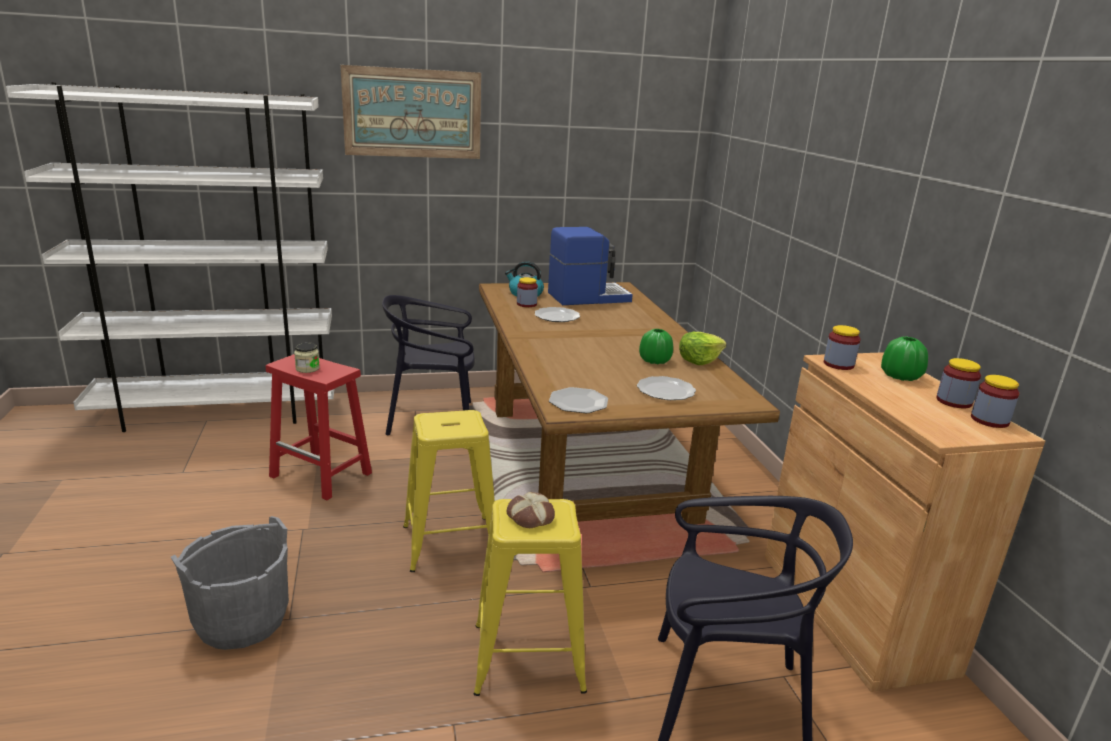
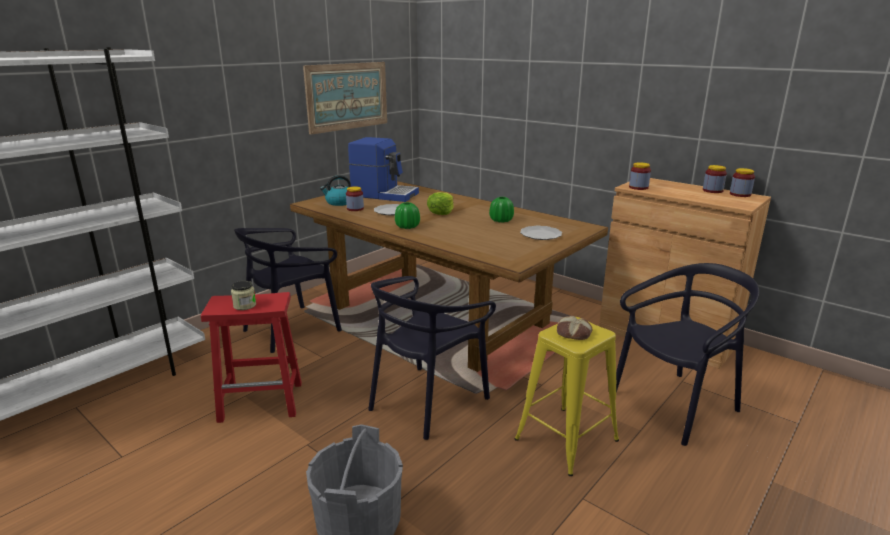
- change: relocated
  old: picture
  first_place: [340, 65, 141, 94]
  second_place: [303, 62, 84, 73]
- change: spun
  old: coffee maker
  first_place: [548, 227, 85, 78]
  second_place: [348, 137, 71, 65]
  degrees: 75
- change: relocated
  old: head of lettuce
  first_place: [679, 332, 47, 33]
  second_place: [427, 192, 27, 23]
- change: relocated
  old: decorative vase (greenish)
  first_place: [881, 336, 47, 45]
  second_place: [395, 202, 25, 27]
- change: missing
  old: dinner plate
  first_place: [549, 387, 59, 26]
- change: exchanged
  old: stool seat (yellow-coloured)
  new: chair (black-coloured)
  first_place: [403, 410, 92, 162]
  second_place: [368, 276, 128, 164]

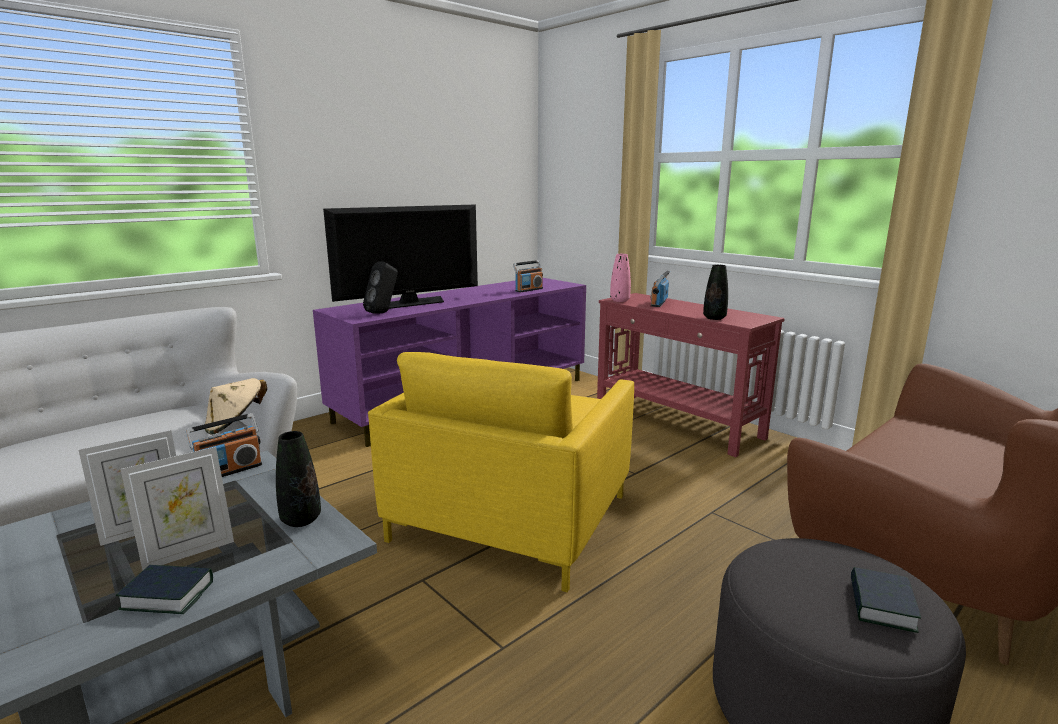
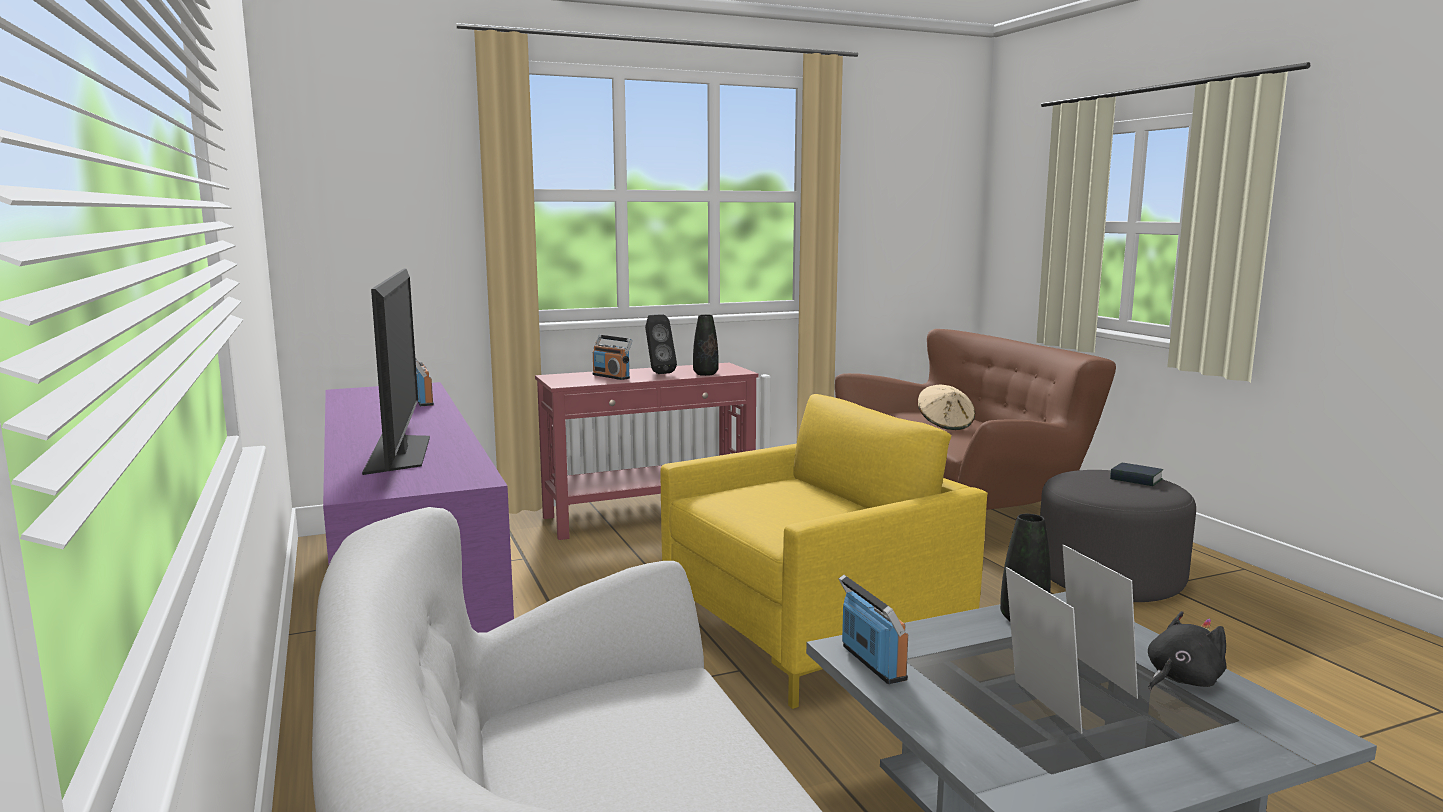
- change: missing
  old: decorative vase (pink-coloured)
  first_place: [610, 254, 21, 48]
- change: relocated
  old: audio speaker (black-coloured)
  first_place: [363, 261, 35, 52]
  second_place: [645, 314, 32, 60]
- change: spun
  old: lounge chair (yellow-coloured)
  first_place: [368, 352, 266, 240]
  second_place: [660, 394, 328, 315]
  degrees: -75
- change: relocated
  old: wearable hat (beige)
  first_place: [205, 378, 62, 57]
  second_place: [918, 385, 57, 45]
- change: exchanged
  old: bound book
  new: plush toy (black-coloured)
  first_place: [116, 565, 97, 49]
  second_place: [1148, 611, 78, 79]

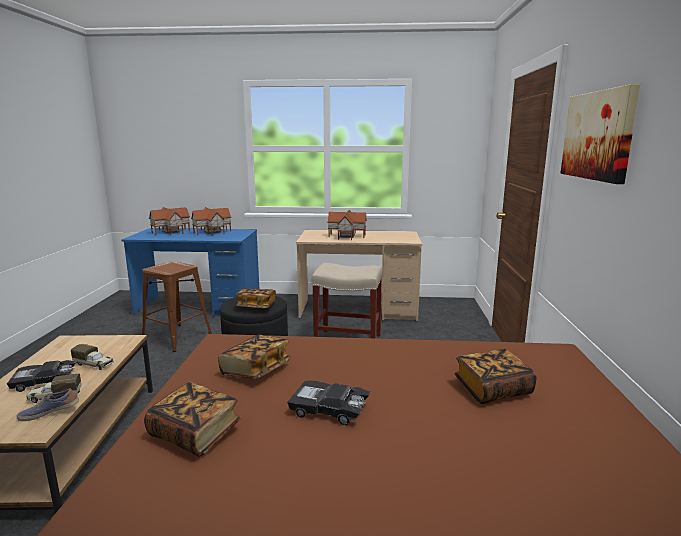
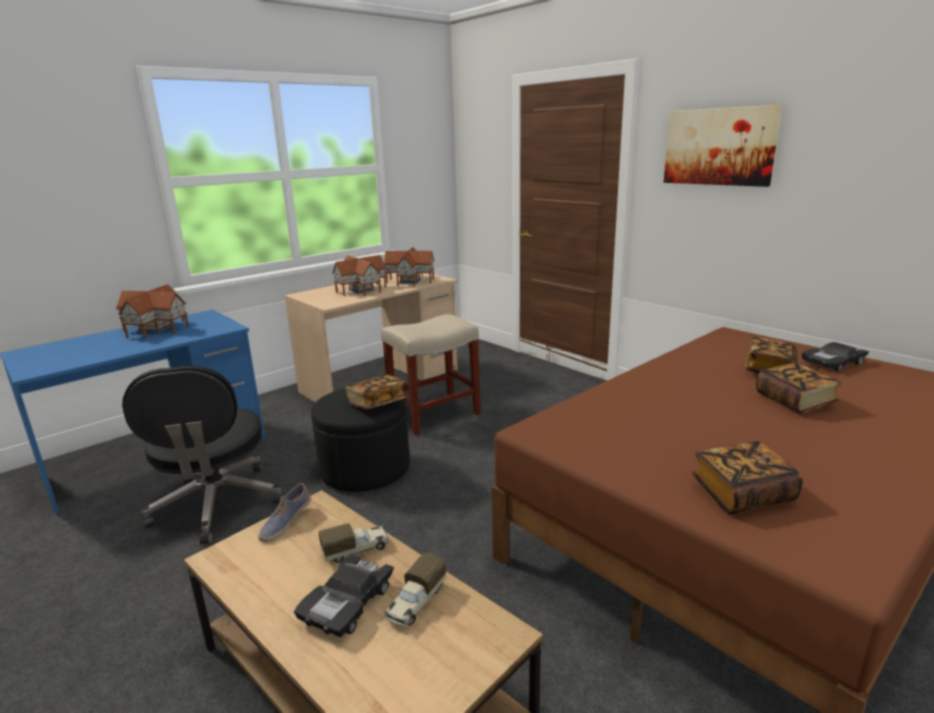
- change: relocated
  old: miniature house
  first_place: [149, 207, 41, 29]
  second_place: [384, 247, 51, 40]
- change: exchanged
  old: stool seat (brown)
  new: desk chair (black-coloured)
  first_place: [142, 261, 70, 91]
  second_place: [122, 366, 162, 178]
- change: relocated
  old: bound book
  first_place: [218, 335, 72, 44]
  second_place: [756, 362, 86, 52]
- change: relocated
  old: toy car (black-coloured)
  first_place: [287, 381, 84, 44]
  second_place: [802, 342, 67, 30]
- change: relocated
  old: low shoe
  first_place: [16, 388, 63, 33]
  second_place: [258, 483, 53, 59]

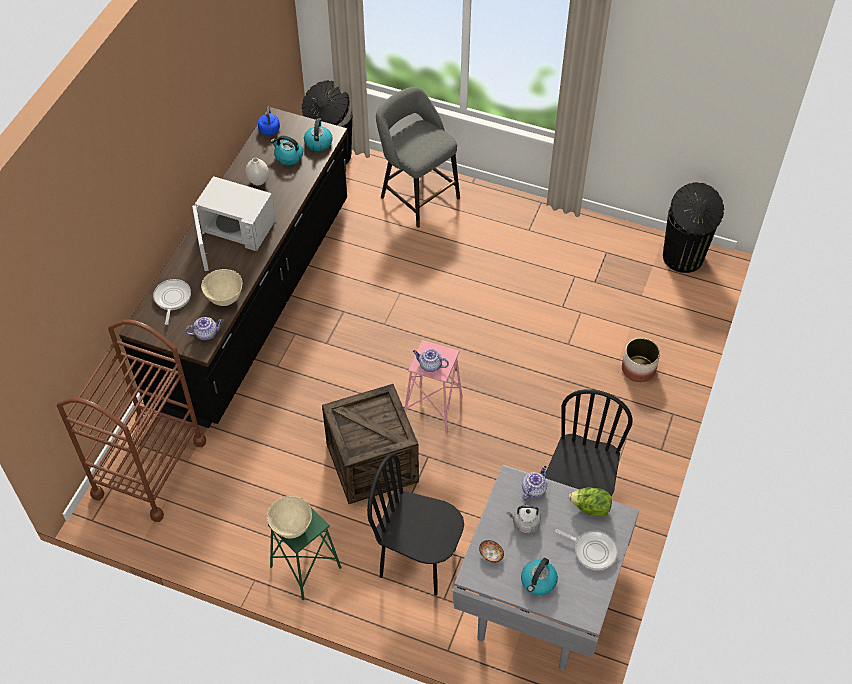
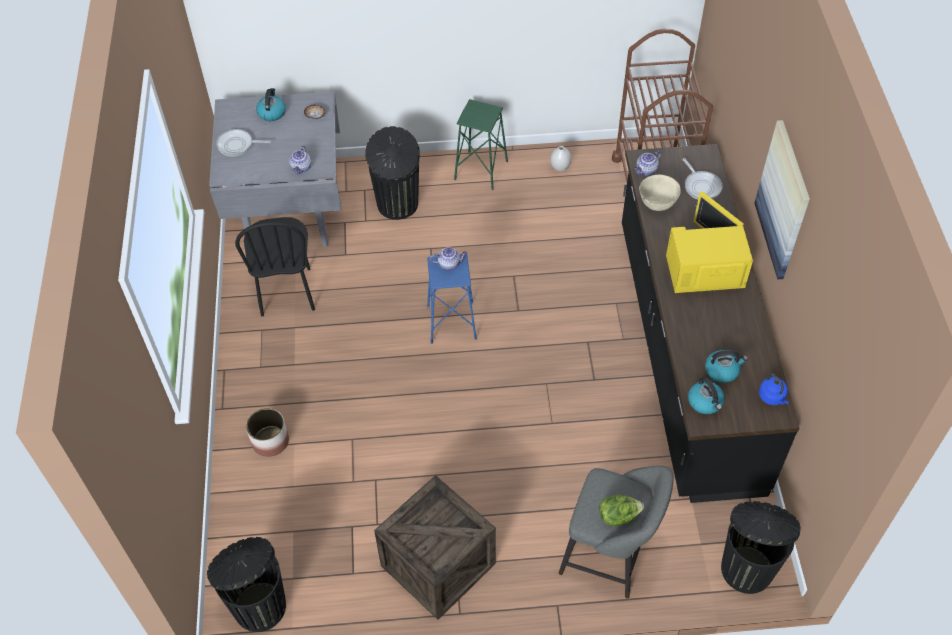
- change: relocated
  old: decorative vase (whitish)
  first_place: [246, 158, 23, 27]
  second_place: [550, 146, 21, 25]
- change: colour
  old: microwave (whitish)
  new: microwave (yellow-coloured)
  first_place: [192, 176, 84, 95]
  second_place: [666, 191, 87, 102]
- change: colour
  old: stool seat (pink-coloured)
  new: stool seat (bluish)
  first_place: [404, 340, 58, 94]
  second_place: [427, 254, 50, 90]
- change: relocated
  old: crate
  first_place: [322, 384, 97, 120]
  second_place: [374, 475, 122, 145]
- change: exchanged
  old: chair (black-coloured)
  new: waste bin (black-coloured)
  first_place: [367, 453, 97, 143]
  second_place: [365, 126, 55, 94]
- change: relocated
  old: head of lettuce
  first_place: [569, 487, 43, 30]
  second_place: [599, 495, 45, 31]
- change: missing
  old: serving bowl (beige)
  first_place: [267, 496, 45, 42]
- change: missing
  old: kettle (grey)
  first_place: [506, 505, 35, 28]
- change: appeared
  new: picture
  second_place: [755, 120, 55, 160]

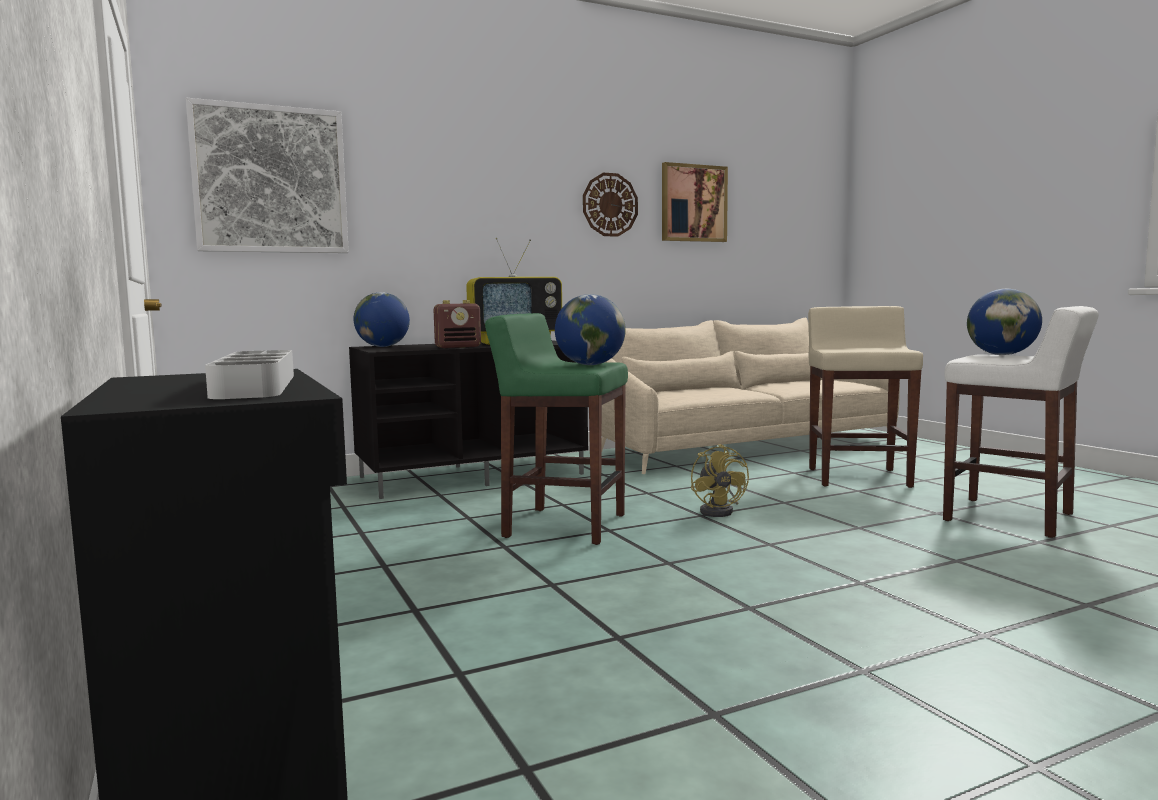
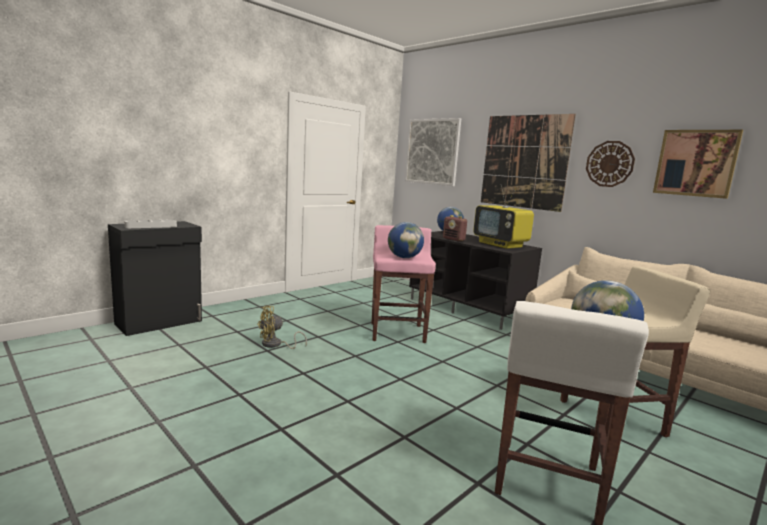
- change: colour
  old: stool seat (greenish)
  new: stool seat (pink-coloured)
  first_place: [485, 313, 143, 232]
  second_place: [372, 225, 64, 118]
- change: relocated
  old: fan (yellow-coloured)
  first_place: [691, 444, 58, 73]
  second_place: [257, 306, 50, 43]
- change: appeared
  new: picture
  second_place: [481, 114, 95, 98]

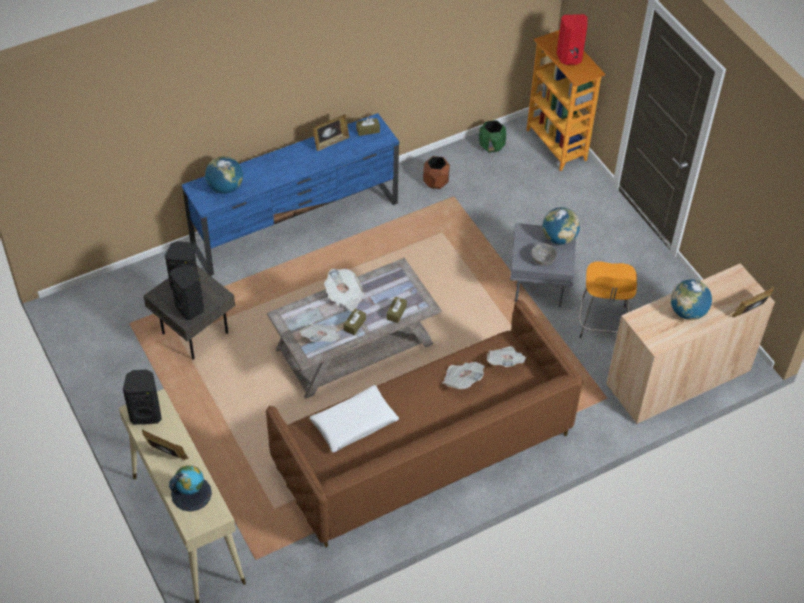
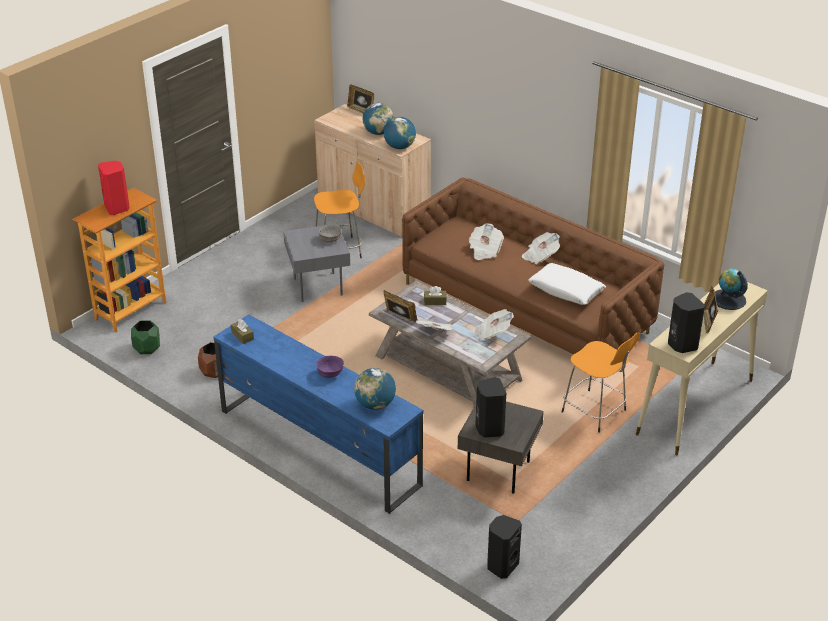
- change: relocated
  old: picture frame
  first_place: [313, 114, 37, 37]
  second_place: [384, 290, 34, 32]
- change: relocated
  old: world globe
  first_place: [543, 207, 37, 38]
  second_place: [384, 117, 32, 32]
- change: relocated
  old: audio speaker (black-coloured)
  first_place: [170, 265, 34, 55]
  second_place: [487, 515, 35, 64]
- change: missing
  old: tissue holder (brown)
  first_place: [343, 308, 23, 27]
- change: relocated
  old: printed paper
  first_place: [487, 346, 40, 21]
  second_place: [522, 232, 38, 32]
- change: appeared
  new: stool seat (orangey)
  second_place: [562, 332, 78, 101]
- change: appeared
  new: serving bowl (purple-coloured)
  second_place: [316, 356, 28, 22]

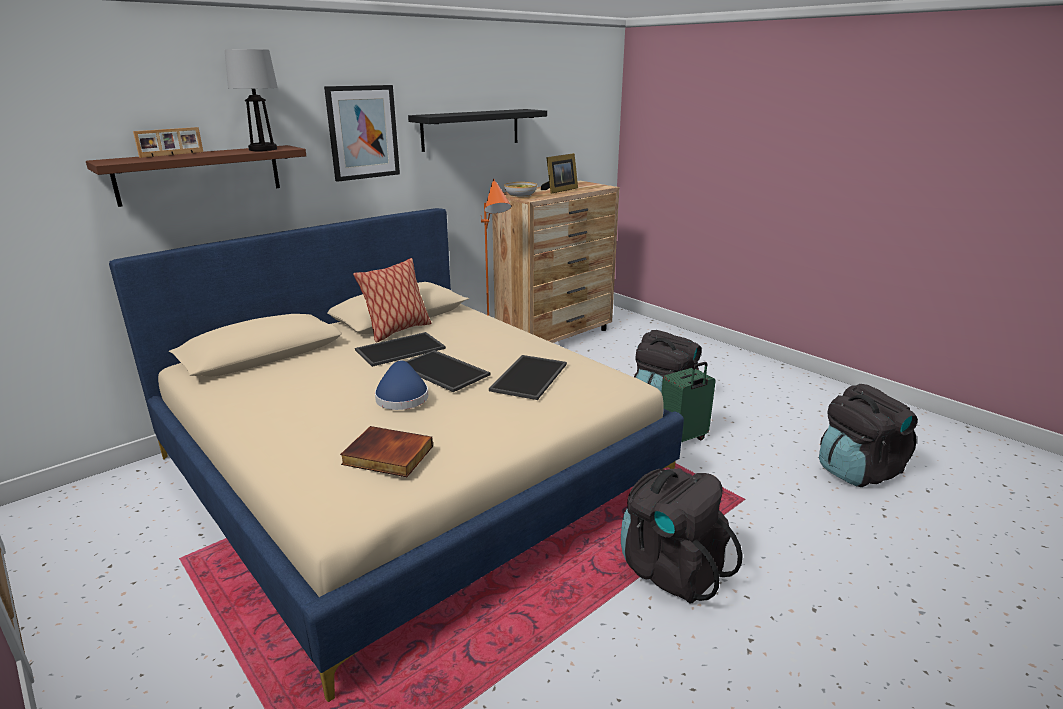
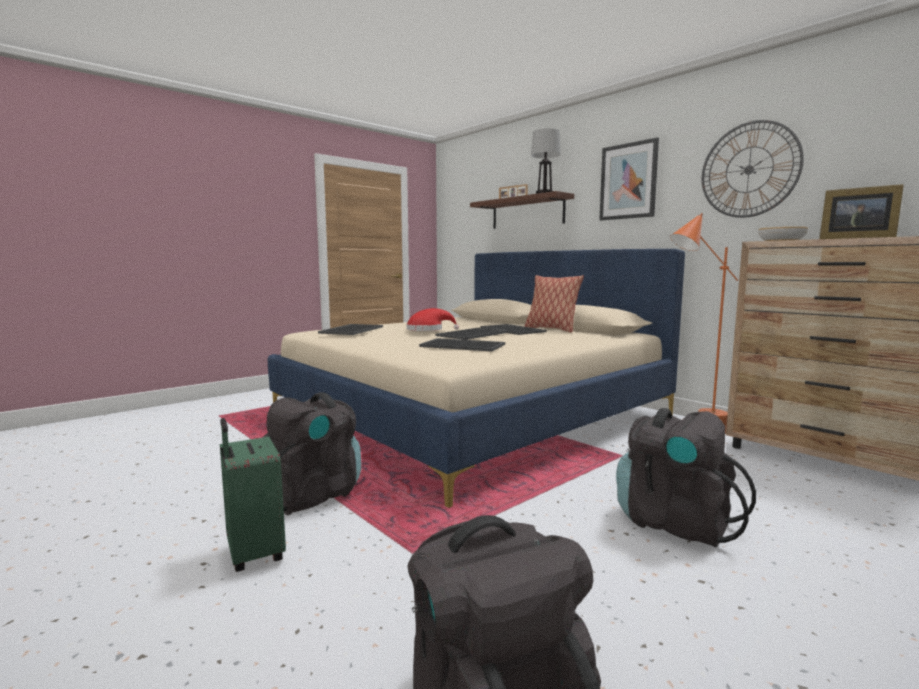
- change: exchanged
  old: shelf (black-coloured)
  new: clock on the wall
  first_place: [408, 109, 139, 43]
  second_place: [702, 120, 102, 98]
- change: colour
  old: wearable hat (bluish)
  new: wearable hat (reddish)
  first_place: [375, 360, 53, 50]
  second_place: [407, 308, 52, 23]
- change: relocated
  old: travel case (greenish)
  first_place: [661, 362, 55, 80]
  second_place: [220, 418, 66, 154]
- change: exchanged
  old: bound book
  new: carrying tray
  first_place: [340, 426, 93, 51]
  second_place: [318, 324, 65, 11]

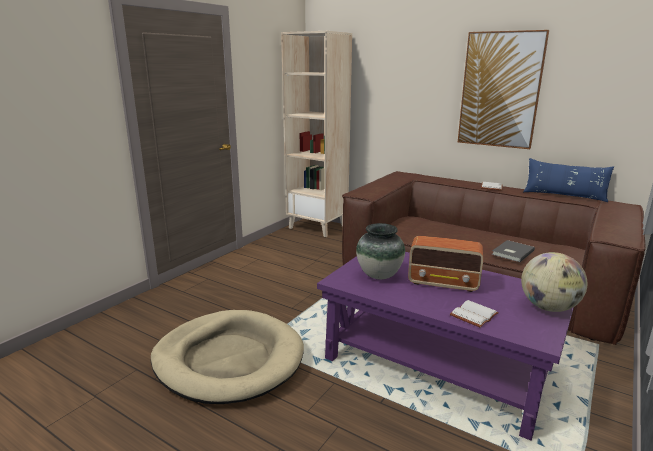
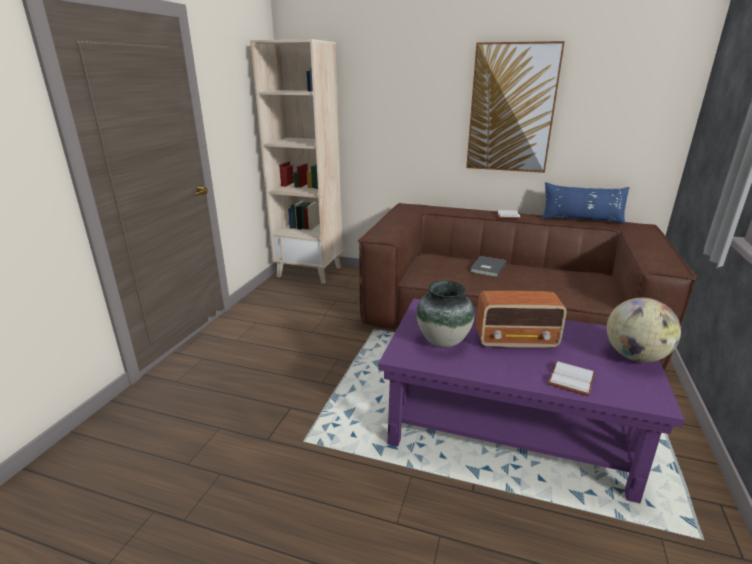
- change: relocated
  old: bound book (grey)
  first_place: [492, 240, 43, 22]
  second_place: [470, 256, 37, 21]
- change: missing
  old: dog cushion (beige)
  first_place: [151, 310, 153, 94]

